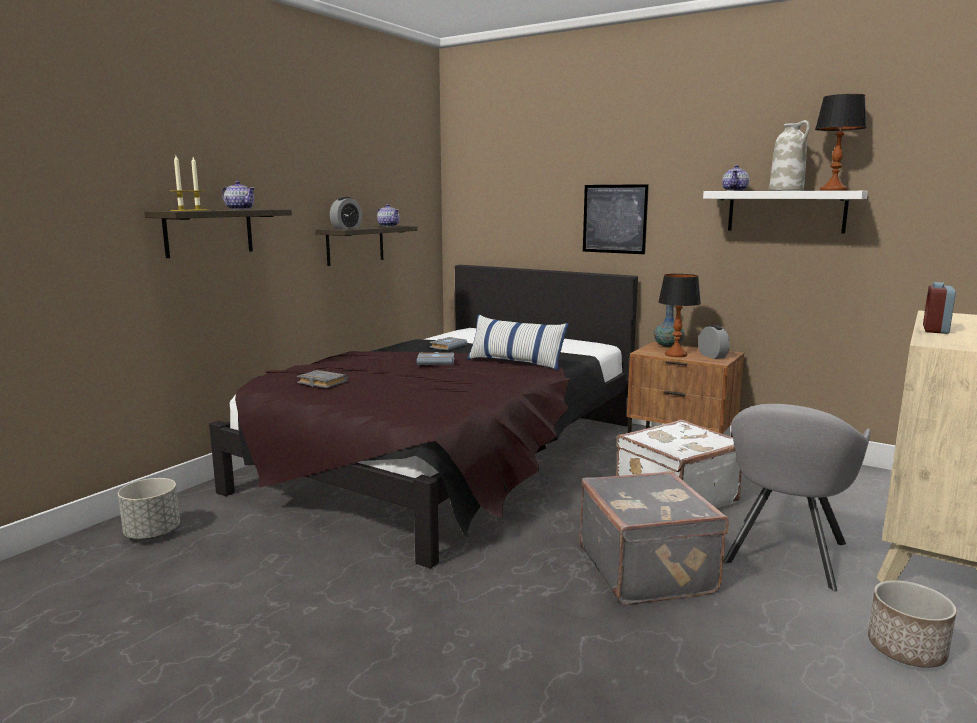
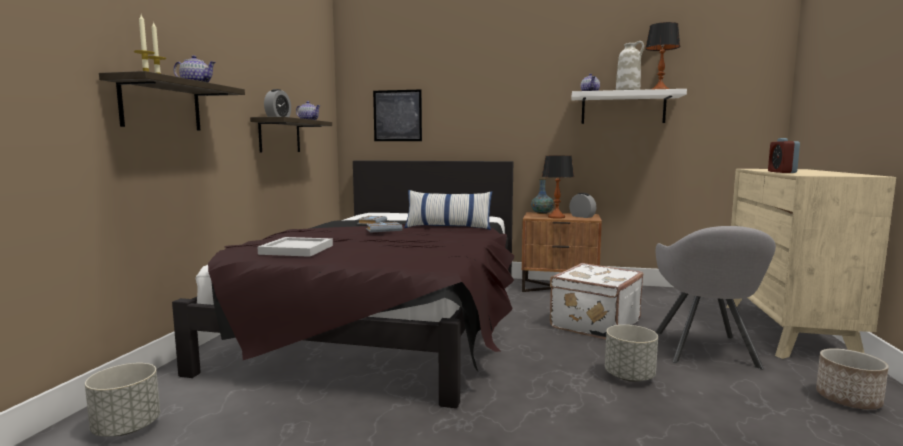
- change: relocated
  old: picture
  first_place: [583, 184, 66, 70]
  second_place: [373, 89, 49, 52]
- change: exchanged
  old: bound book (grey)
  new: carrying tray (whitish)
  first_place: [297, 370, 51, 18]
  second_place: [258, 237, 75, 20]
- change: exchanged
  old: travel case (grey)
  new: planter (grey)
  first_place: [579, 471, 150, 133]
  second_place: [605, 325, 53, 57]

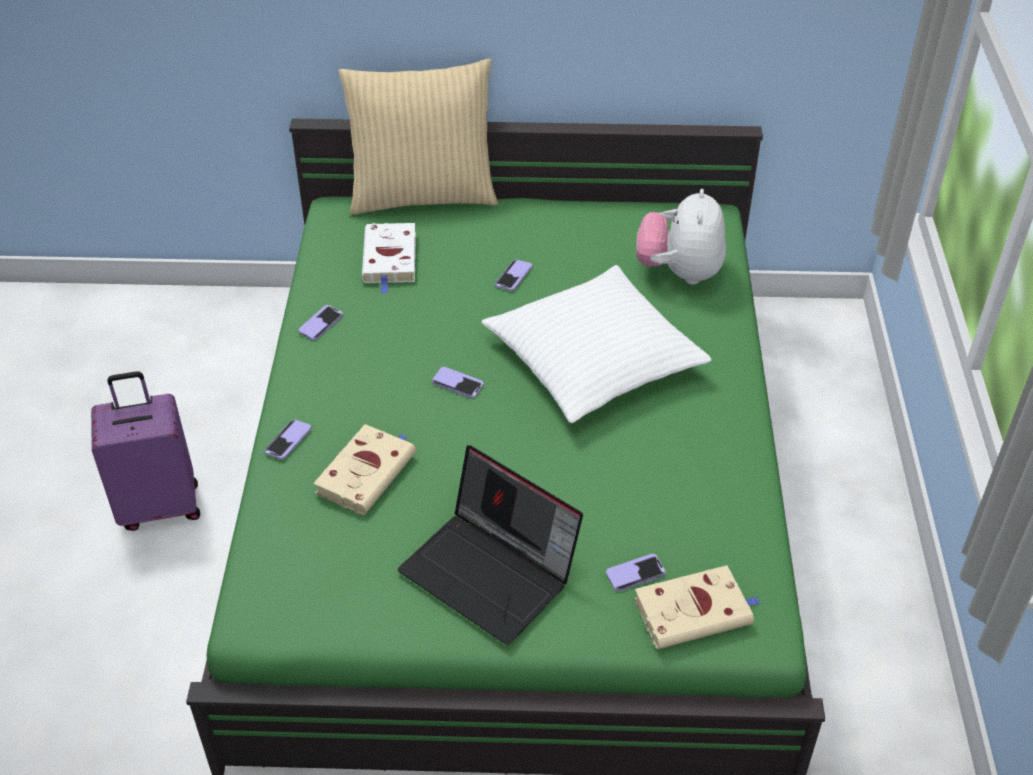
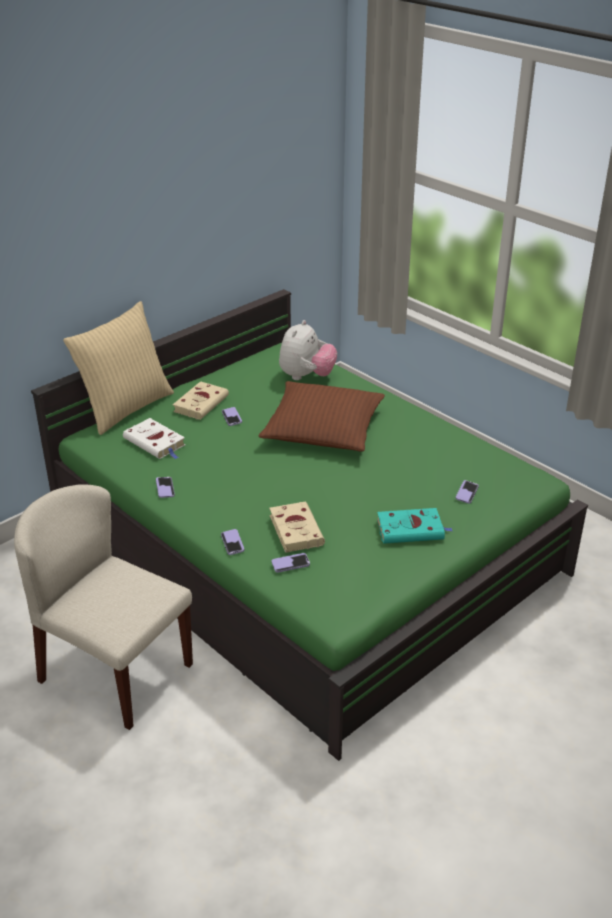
- change: spun
  old: plush toy
  first_place: [636, 189, 90, 95]
  second_place: [279, 320, 58, 60]
  degrees: -120
- change: colour
  old: cushion (whitish)
  new: cushion (brown)
  first_place: [481, 265, 230, 158]
  second_place: [258, 381, 127, 71]
- change: relocated
  old: handset
  first_place: [432, 367, 52, 32]
  second_place: [272, 553, 38, 20]
- change: exchanged
  old: travel case (purple-coloured)
  new: chair (beige)
  first_place: [91, 371, 109, 160]
  second_place: [14, 484, 179, 246]
- change: exchanged
  old: notebook computer
  new: bound book (turquoise-coloured)
  first_place: [398, 445, 185, 200]
  second_place: [377, 508, 76, 36]
- change: relocated
  old: bound book (beige)
  first_place: [634, 565, 127, 84]
  second_place: [173, 381, 56, 39]

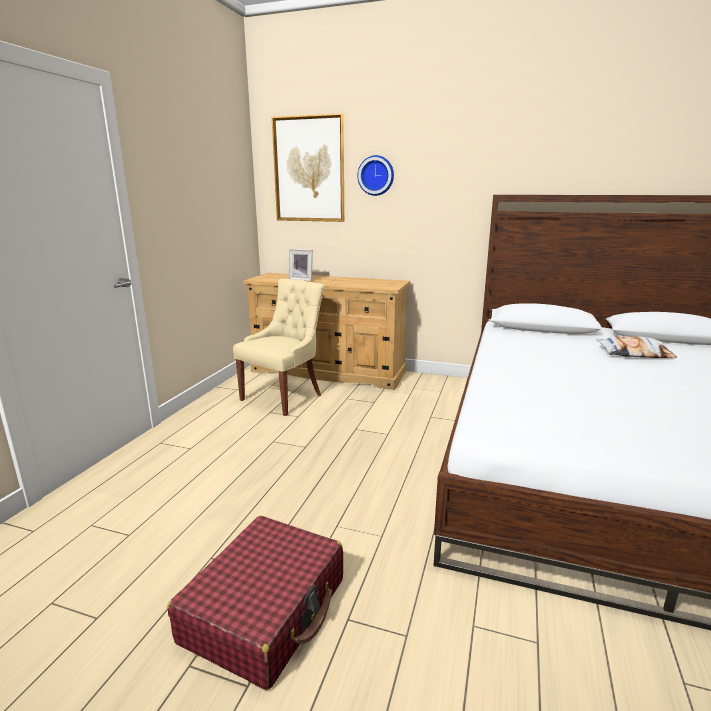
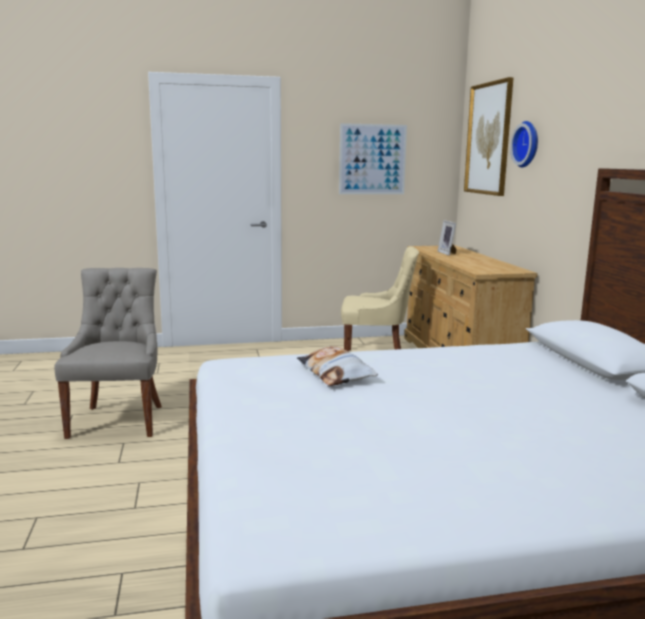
- change: relocated
  old: cushion
  first_place: [596, 336, 81, 22]
  second_place: [297, 346, 81, 40]
- change: exchanged
  old: travel case (reddish)
  new: chair (grey)
  first_place: [168, 516, 175, 174]
  second_place: [54, 268, 108, 171]
- change: appeared
  new: picture
  second_place: [339, 123, 68, 71]

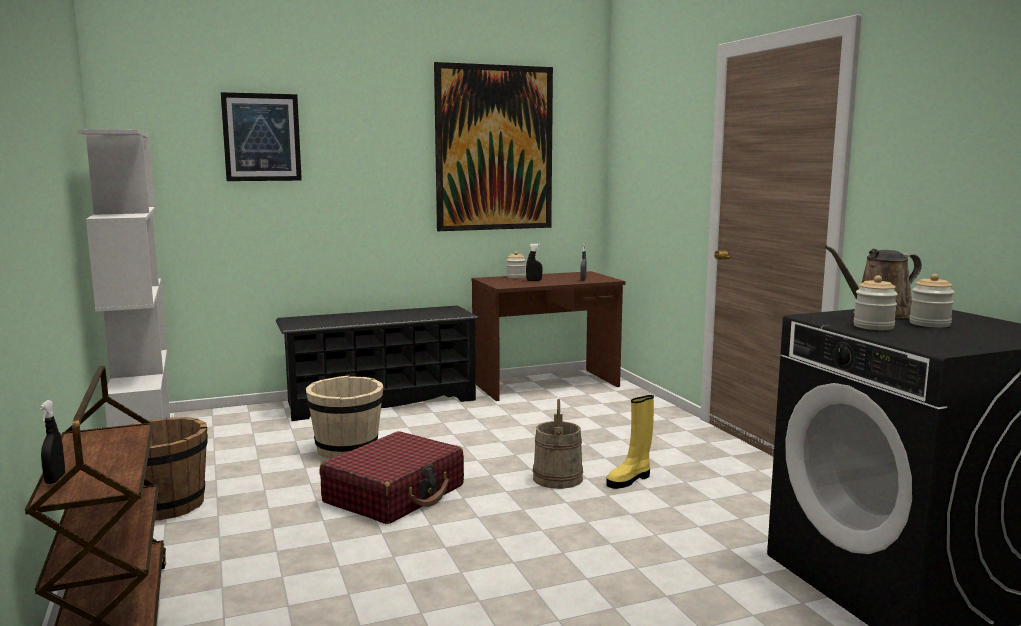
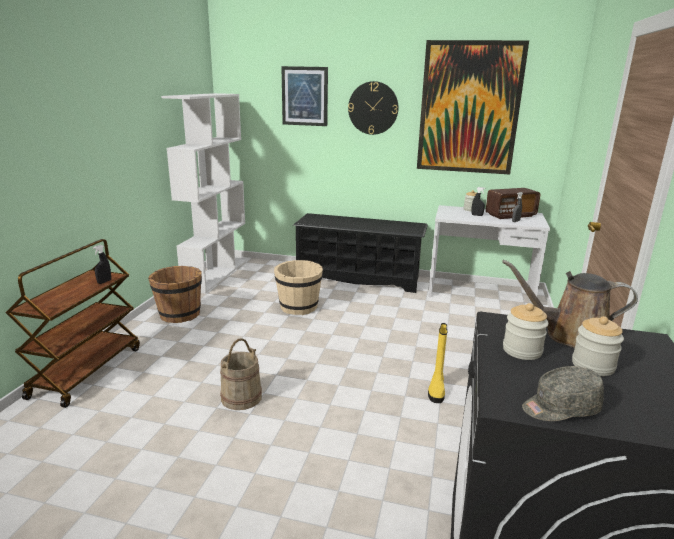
- change: colour
  old: desk table (brown)
  new: desk table (whitish)
  first_place: [471, 271, 154, 130]
  second_place: [428, 205, 122, 99]
- change: spun
  old: tall boot (yellow-coloured)
  first_place: [606, 395, 48, 94]
  second_place: [428, 323, 19, 80]
  degrees: -75
- change: relocated
  old: bucket (beige)
  first_place: [533, 399, 50, 90]
  second_place: [220, 338, 42, 72]
- change: relocated
  old: spray bottle (black-coloured)
  first_place: [39, 400, 26, 84]
  second_place: [93, 245, 18, 39]
- change: missing
  old: travel case (reddish)
  first_place: [320, 431, 144, 93]
- change: appeared
  new: clock on the wall
  second_place: [348, 81, 51, 54]
- change: appeared
  new: radio set
  second_place: [486, 188, 55, 31]
- change: appeared
  new: baseball cap (grey)
  second_place: [522, 366, 82, 55]

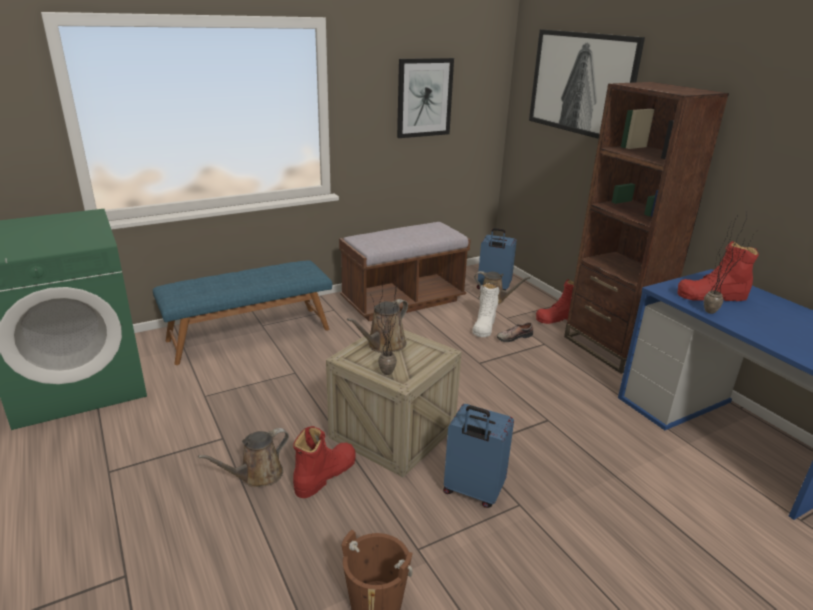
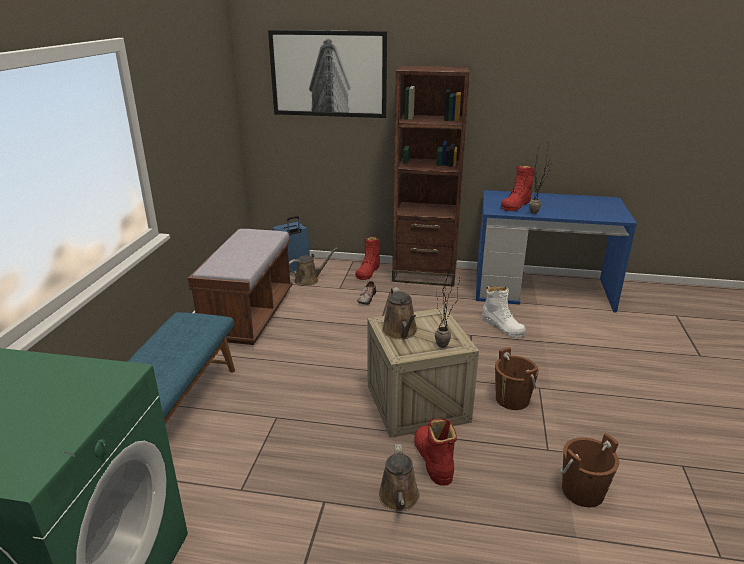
- change: missing
  old: picture
  first_place: [397, 58, 57, 80]
- change: relocated
  old: tall boot (whitish)
  first_place: [472, 283, 27, 54]
  second_place: [482, 286, 44, 52]
- change: exchanged
  old: travel case (bluish)
  new: bucket (brown)
  first_place: [443, 404, 71, 104]
  second_place: [495, 347, 44, 63]

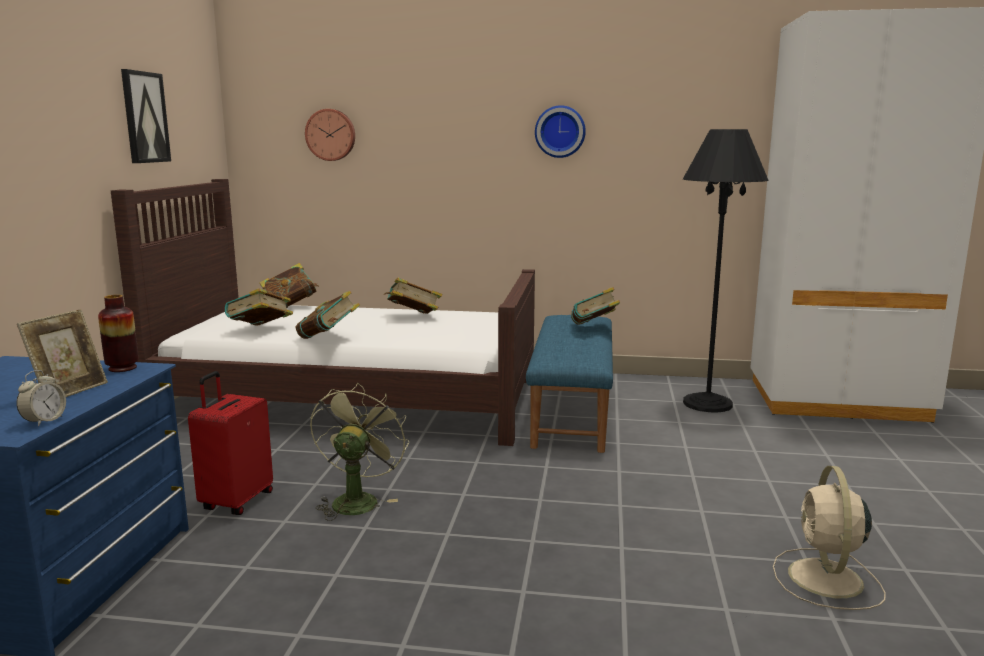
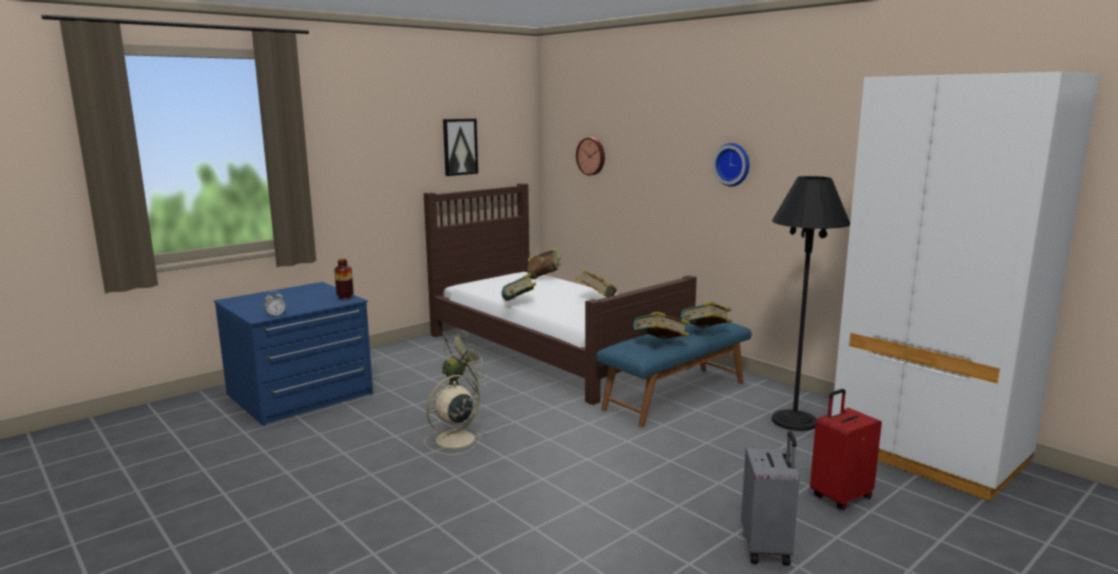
- change: relocated
  old: bound book
  first_place: [225, 288, 68, 38]
  second_place: [633, 312, 57, 27]
- change: missing
  old: picture frame
  first_place: [17, 309, 91, 88]
- change: relocated
  old: travel case (reddish)
  first_place: [188, 371, 85, 144]
  second_place: [810, 389, 72, 121]
- change: relocated
  old: fan (beige)
  first_place: [773, 466, 113, 144]
  second_place: [424, 375, 63, 80]
- change: appeared
  new: travel case (grey)
  second_place: [741, 431, 58, 135]

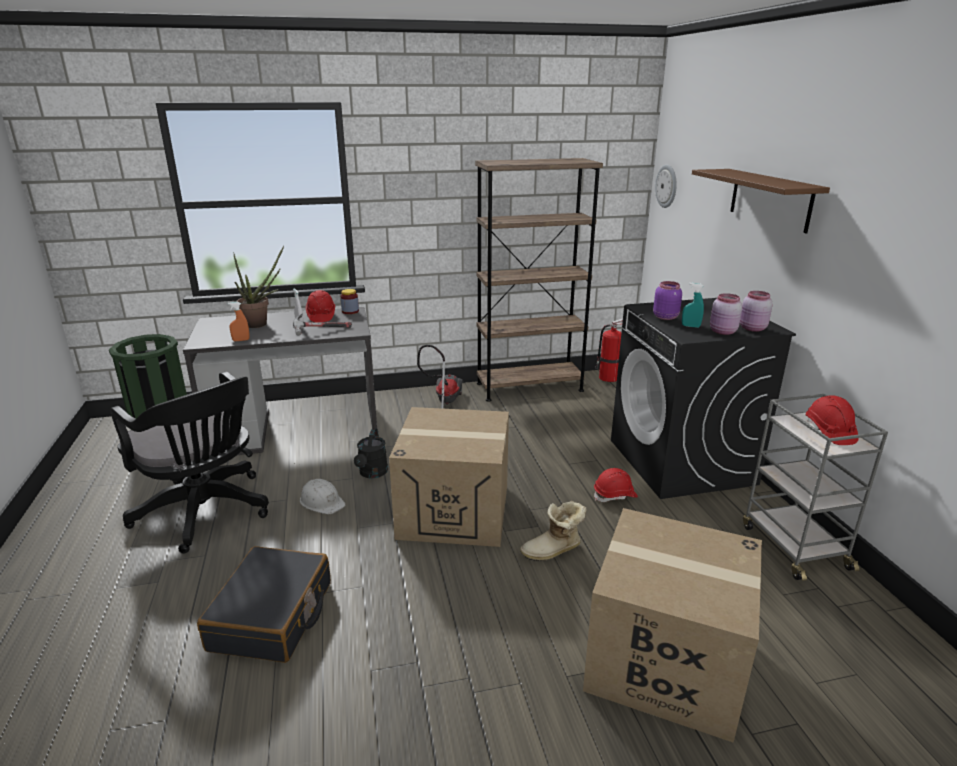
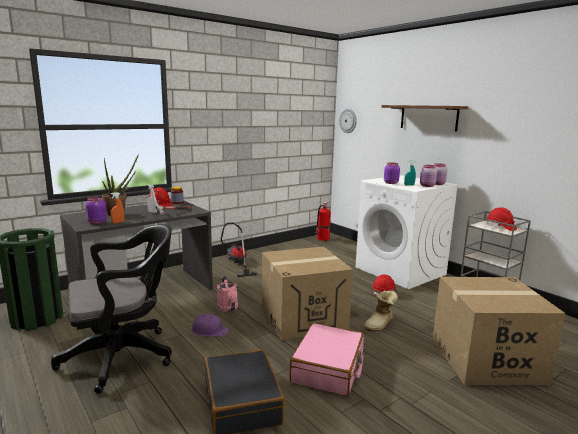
- change: missing
  old: bookshelf (brown)
  first_place: [475, 158, 128, 244]
- change: colour
  old: laundry machine (black-coloured)
  new: laundry machine (whitish)
  first_place: [611, 298, 185, 201]
  second_place: [356, 175, 103, 114]
- change: spun
  old: desk chair (black-coloured)
  first_place: [110, 372, 159, 182]
  second_place: [51, 224, 121, 170]
  degrees: -45
- change: colour
  old: watering can (black-coloured)
  new: watering can (pink-coloured)
  first_place: [354, 428, 34, 50]
  second_place: [217, 276, 21, 36]
- change: colour
  old: hard hat (whitish)
  new: hard hat (purple-coloured)
  first_place: [300, 479, 46, 36]
  second_place: [190, 314, 39, 23]
- change: appeared
  new: preserve jar (purple-coloured)
  second_place: [85, 196, 22, 28]
- change: appeared
  new: travel case (pink-coloured)
  second_place: [290, 323, 74, 73]

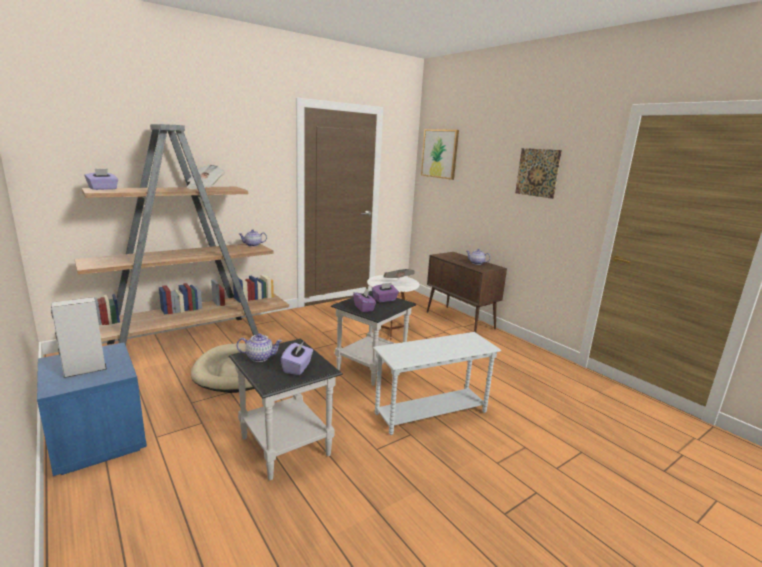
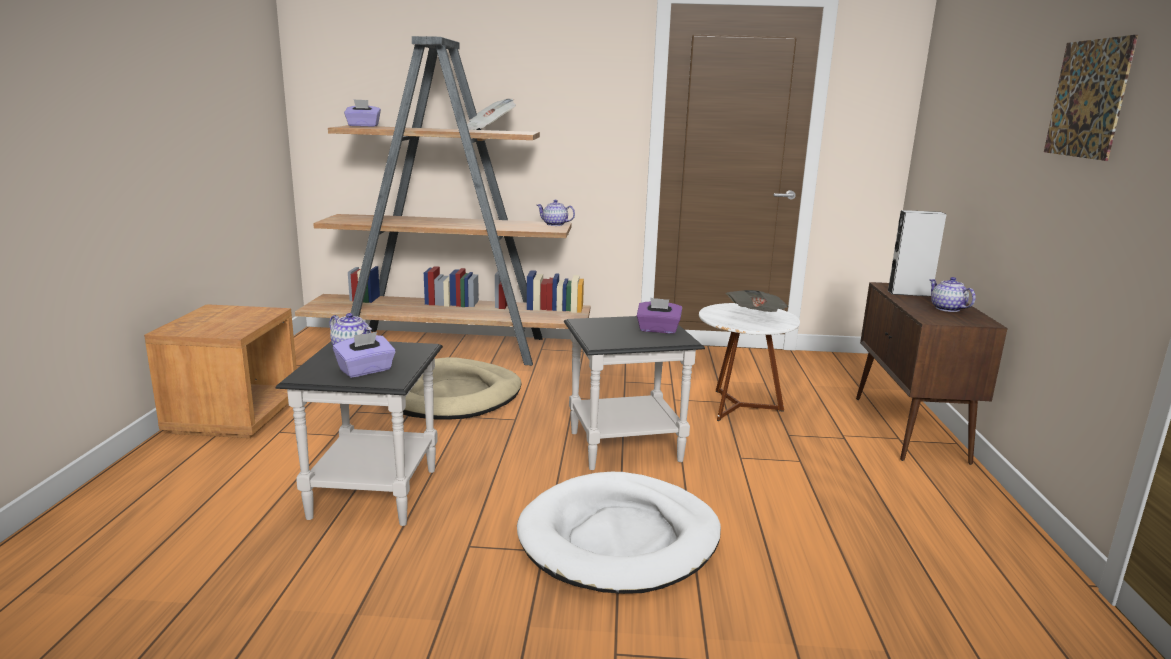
- change: missing
  old: picture
  first_place: [421, 129, 38, 51]
- change: missing
  old: tissue holder (purple-coloured)
  first_place: [353, 289, 23, 23]
- change: relocated
  old: audio speaker (grey)
  first_place: [51, 297, 56, 81]
  second_place: [887, 210, 60, 87]
- change: exchanged
  old: end table (whitish)
  new: dog cushion (whitish)
  first_place: [373, 332, 128, 103]
  second_place: [517, 472, 204, 122]
- change: colour
  old: bedside table (bluish)
  new: bedside table (brown)
  first_place: [37, 342, 110, 134]
  second_place: [144, 304, 153, 134]

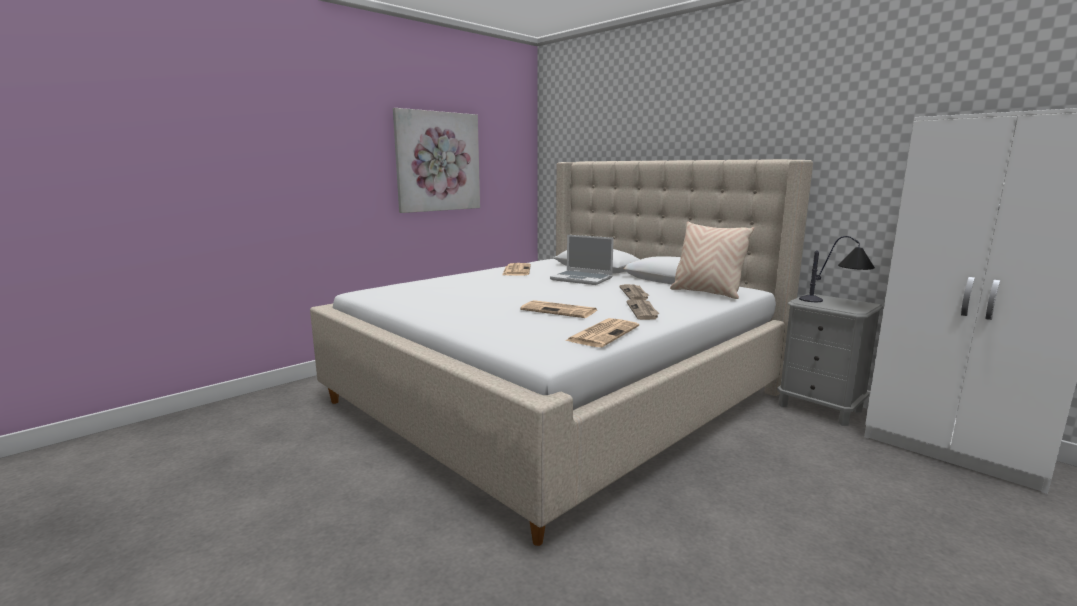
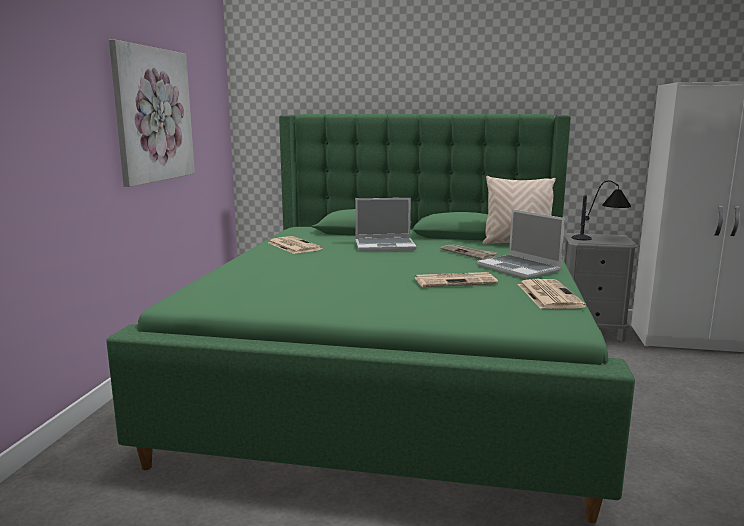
- change: colour
  old: sleeping bed (beige)
  new: sleeping bed (greenish)
  first_place: [310, 159, 503, 387]
  second_place: [106, 114, 529, 409]
- change: exchanged
  old: printed paper
  new: notebook computer
  first_place: [626, 299, 33, 21]
  second_place: [477, 209, 88, 70]

